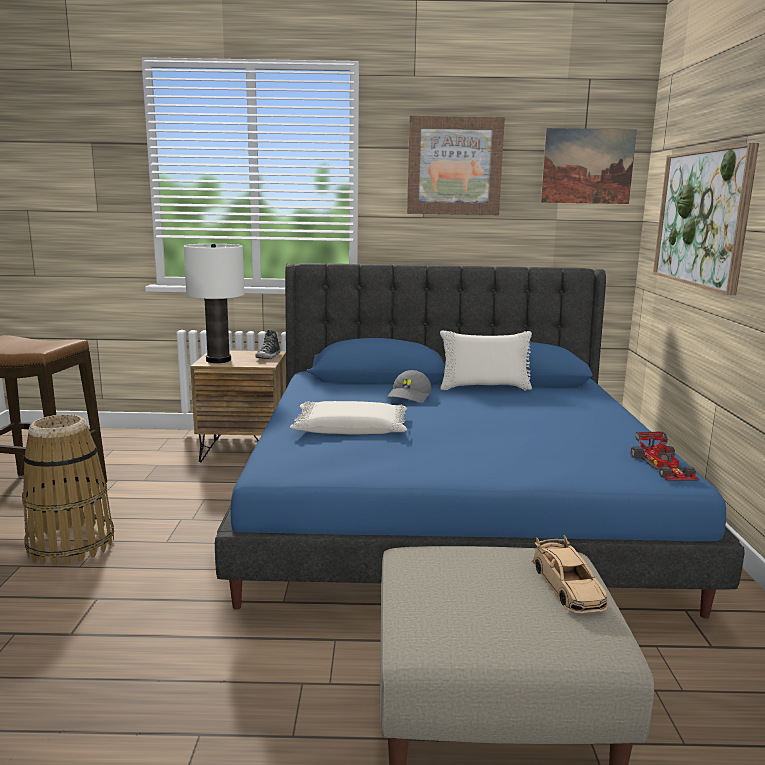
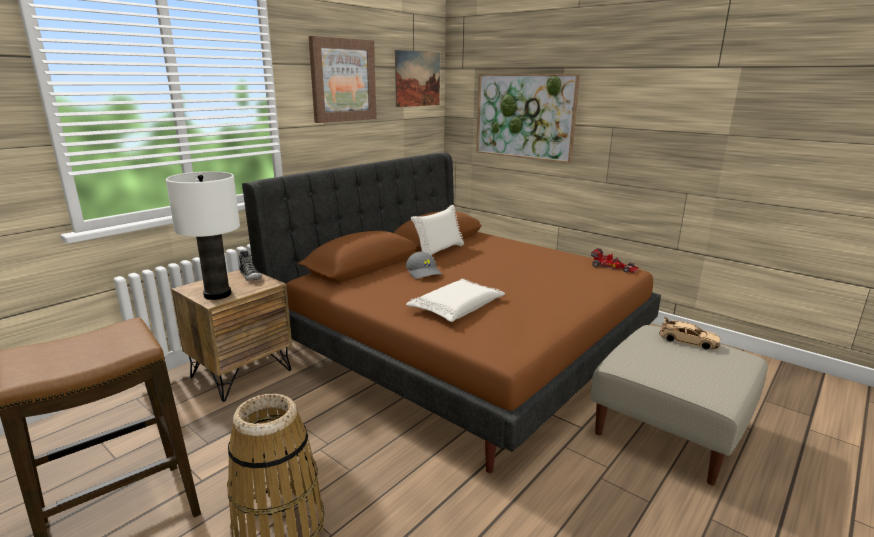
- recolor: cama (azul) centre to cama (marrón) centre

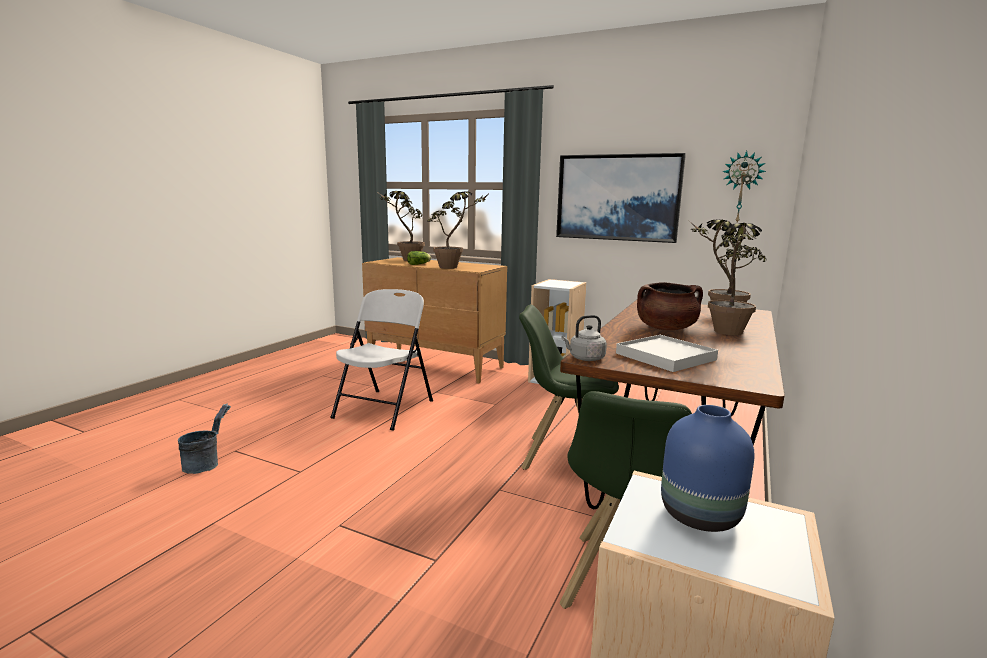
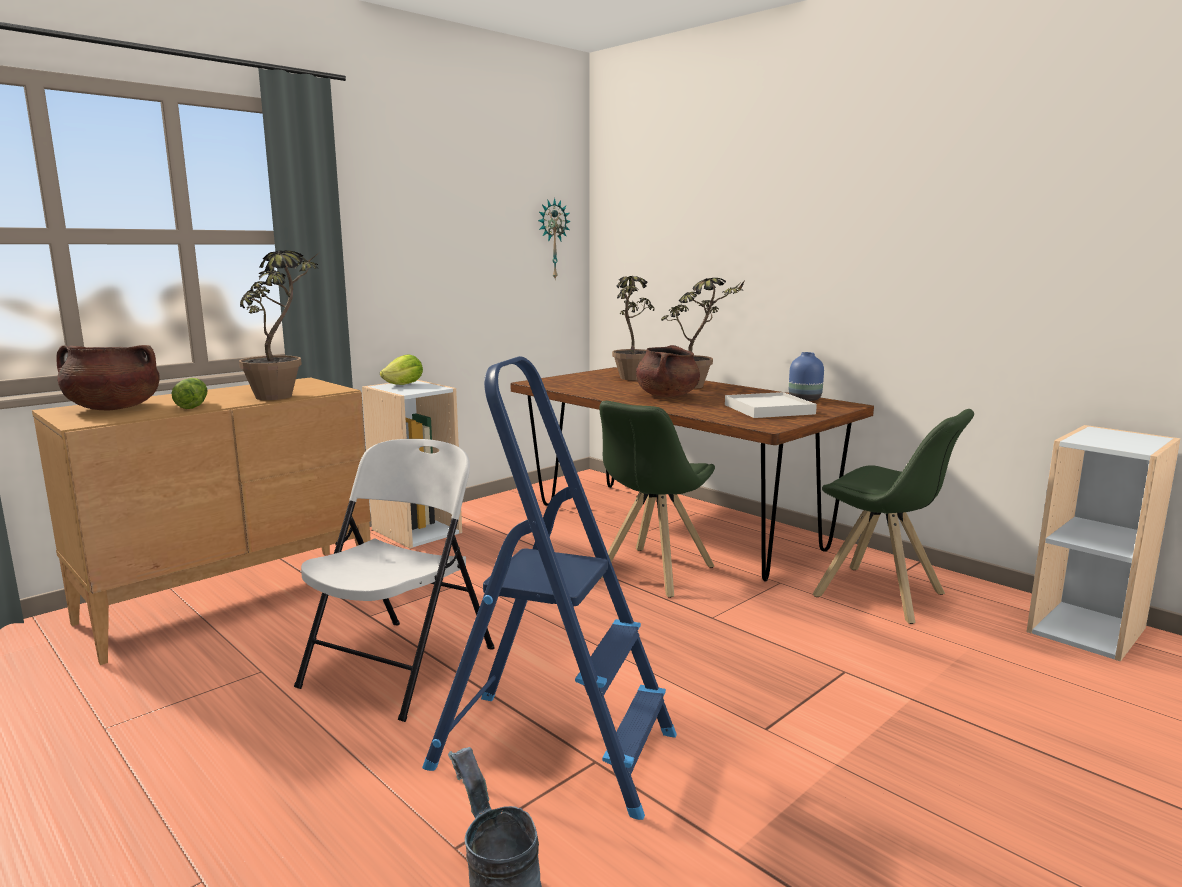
- rotate: silla (blanco) centre = centre 75 degrees clockwise
- replace: planta en maceta (1st from left) centre to olla (marrón) (1st from left) middle left
- delete: cuadro top centre
- delete: hervidor (gris) centre
- move: florero (azul) bottom right to middle right
- insert: lechuga (2nd from left) centre
- insert: escalera de tijera (azul) centre

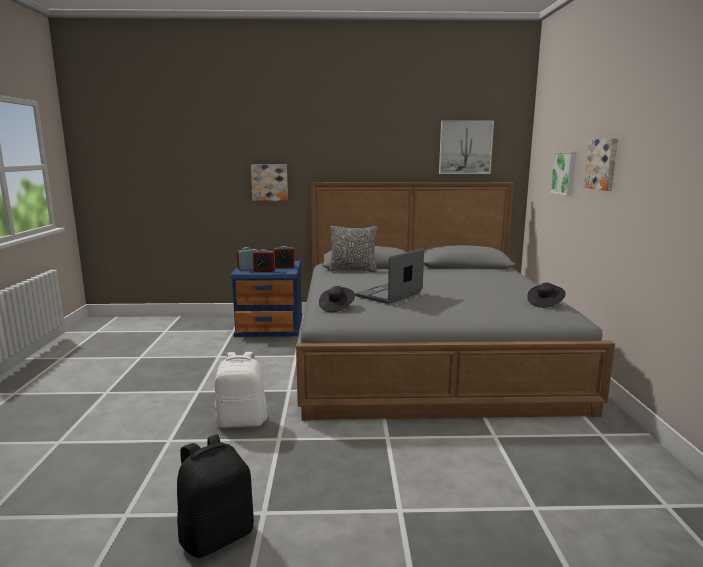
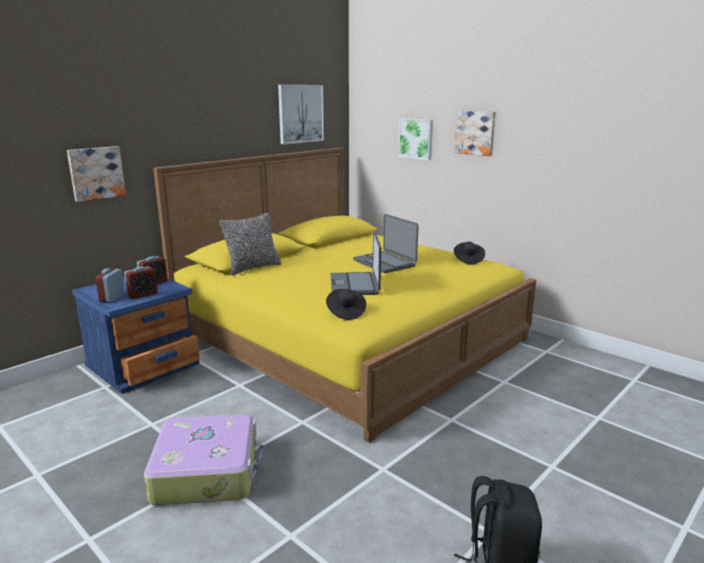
- delete: mochila (blanco) bottom centre
- recolor: cama (gris) centre to cama (amarillo) centre
- insert: maleta bottom left
- insert: portátil (2nd from left) centre

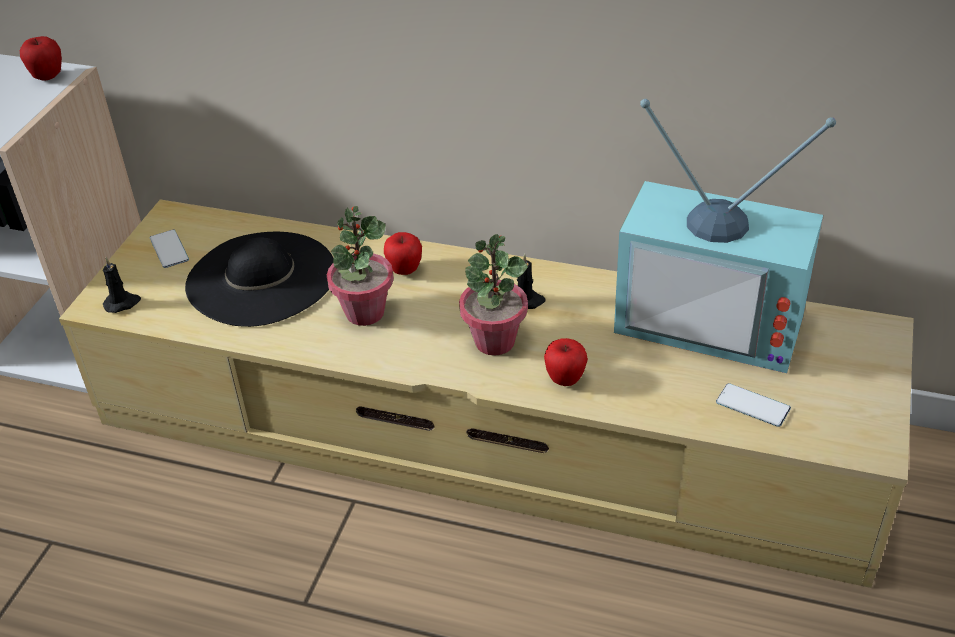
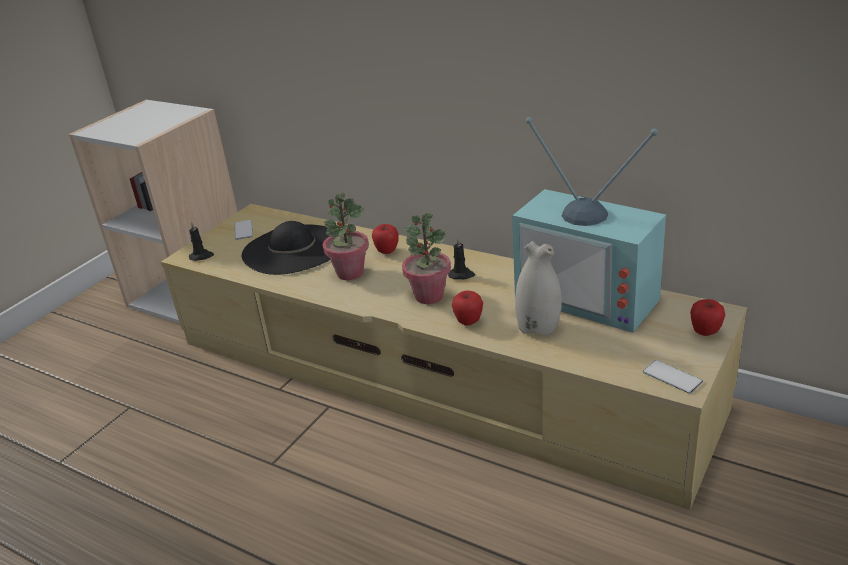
- move: manzana (1st from left in the first image) top left to manzana (3rd from left) middle right
- move: móvil (2nd from left) middle right to bottom right
- insert: florero (blanco) centre

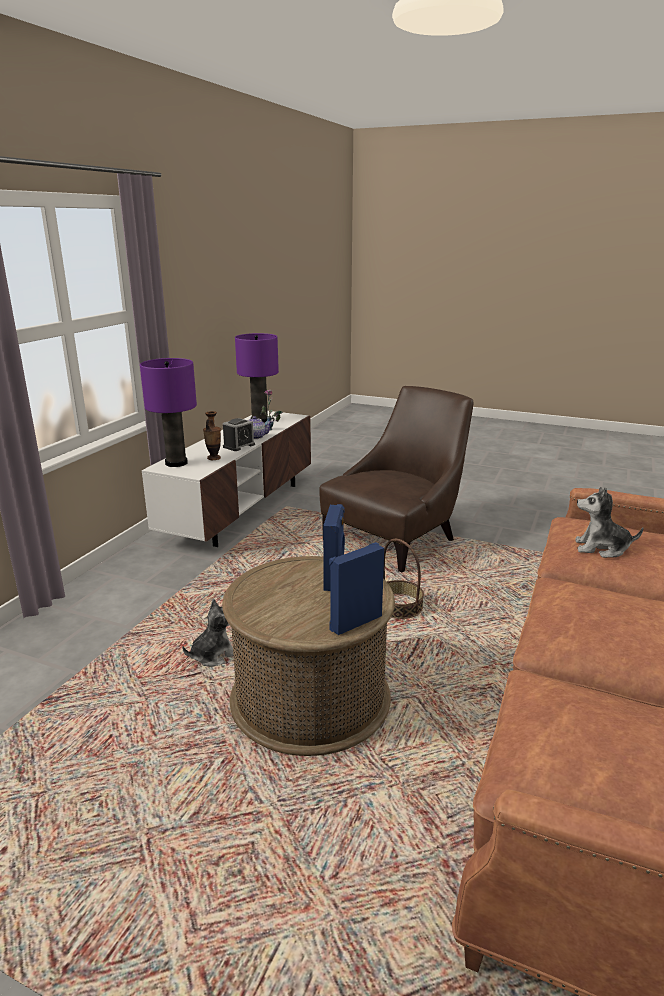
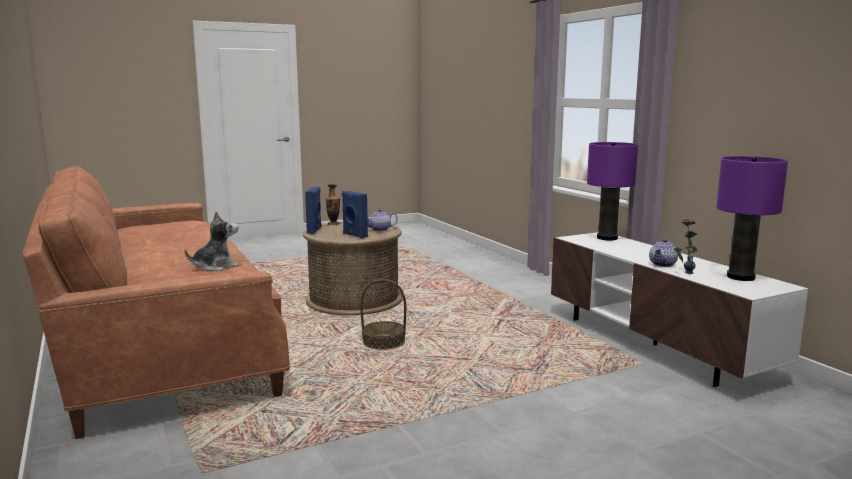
- delete: peluche (1st from left) middle left
- move: florero (1st from left) middle left to centre
- delete: despertador centre
- delete: sillón (marrón) centre
- insert: tetera (1st from left) centre

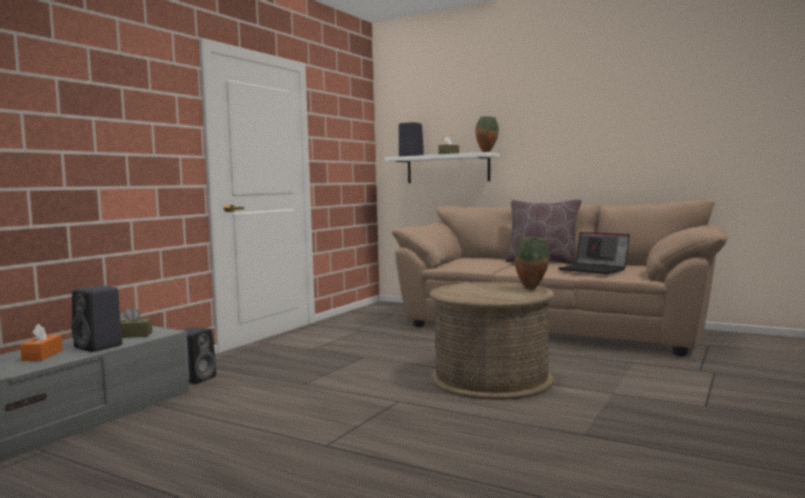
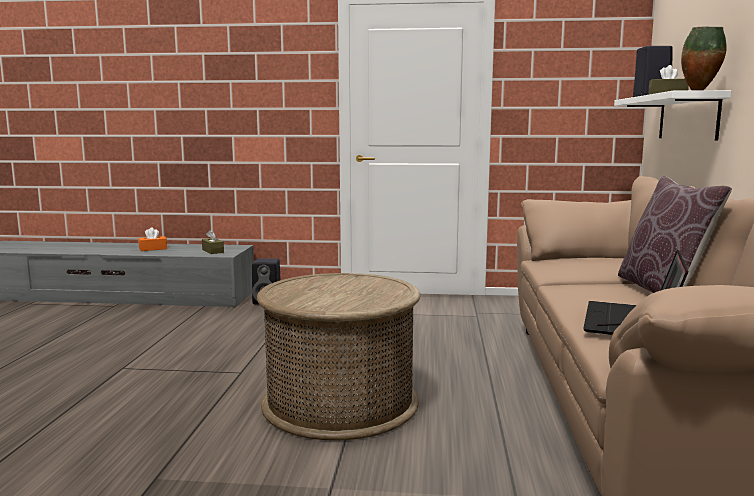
- delete: altavoz (negro) (1st from left) middle left
- delete: florero (2nd from left) centre

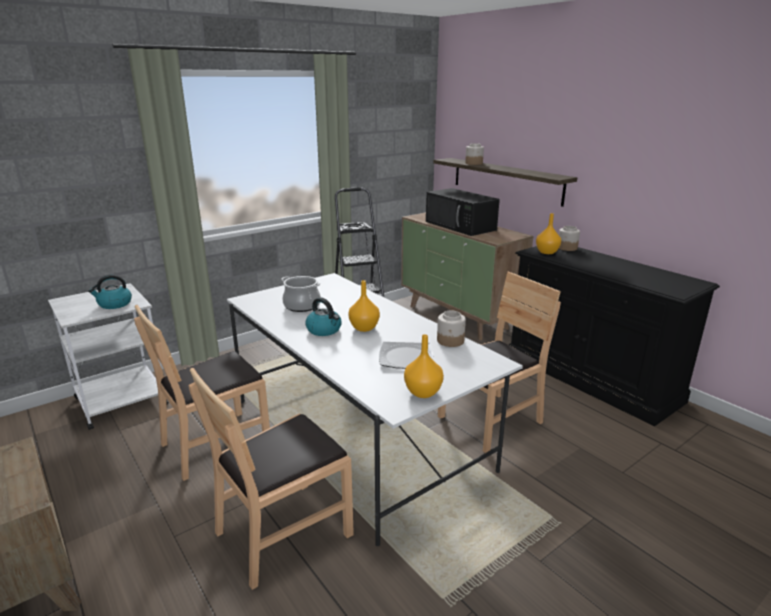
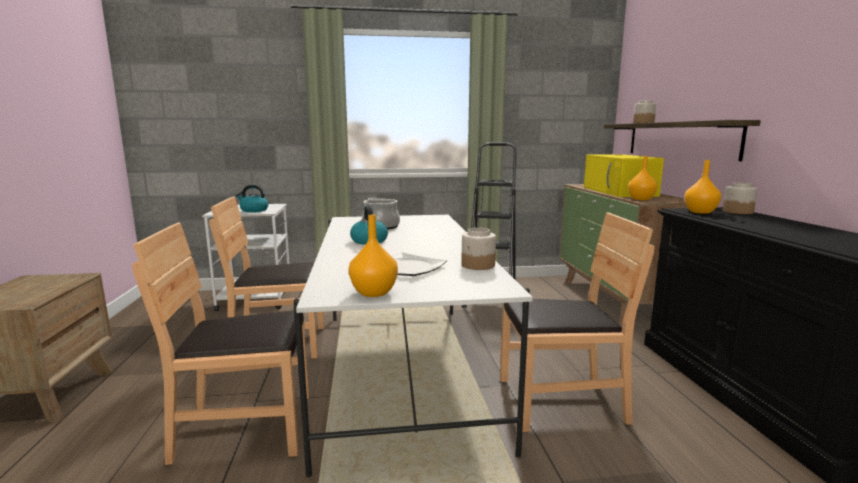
- move: florero (naranja) (1st from left in the first image) centre to florero (naranja) (2nd from left) middle right
- recolor: microondas (negro) centre to microondas (amarillo) middle right

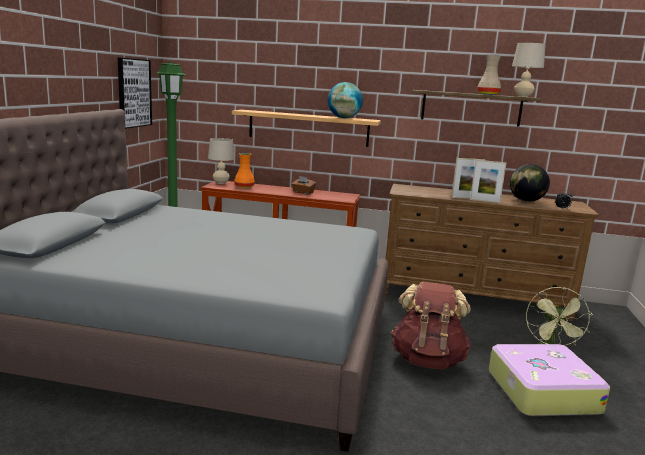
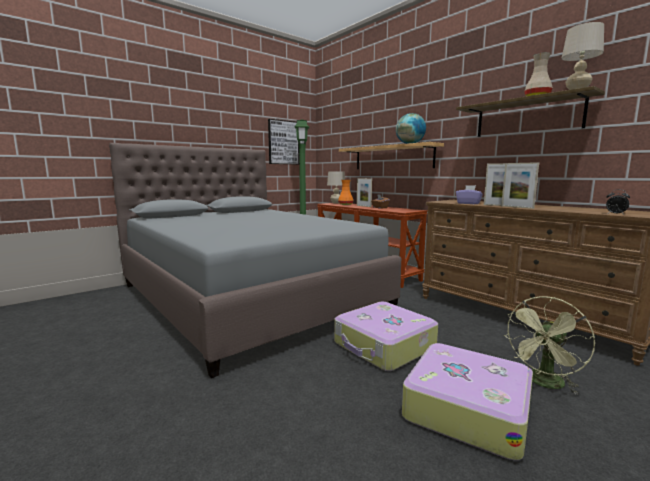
- replace: mochila (marrón) bottom right to maleta (1st from left) bottom centre
- delete: globo terráqueo (2nd from left) middle right
- insert: portarretratos (1st from left) centre
- insert: caja de pañuelos (morado) middle right

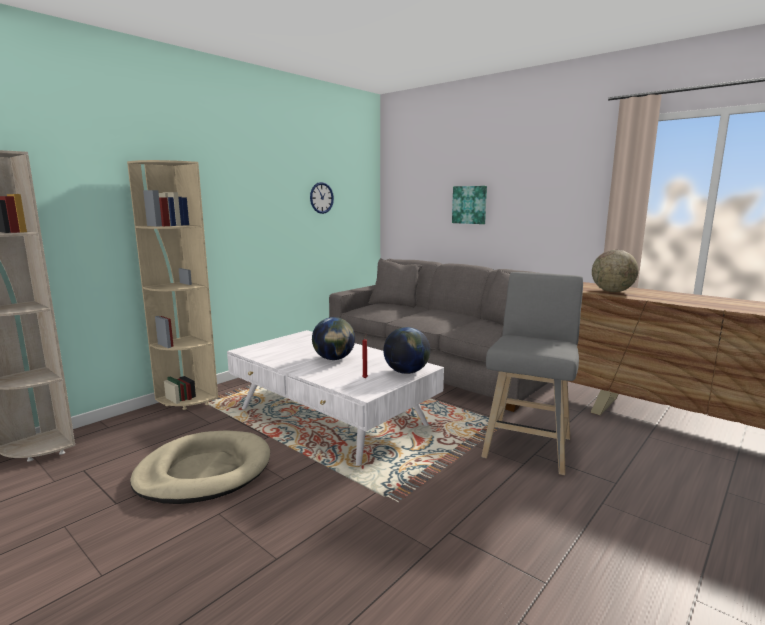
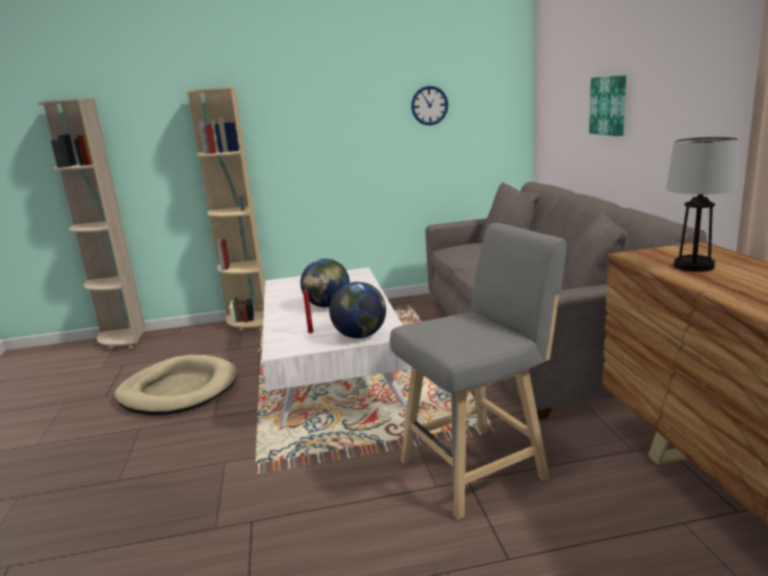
- replace: globo terráqueo (3rd from left) middle right to lámpara de mesa middle right

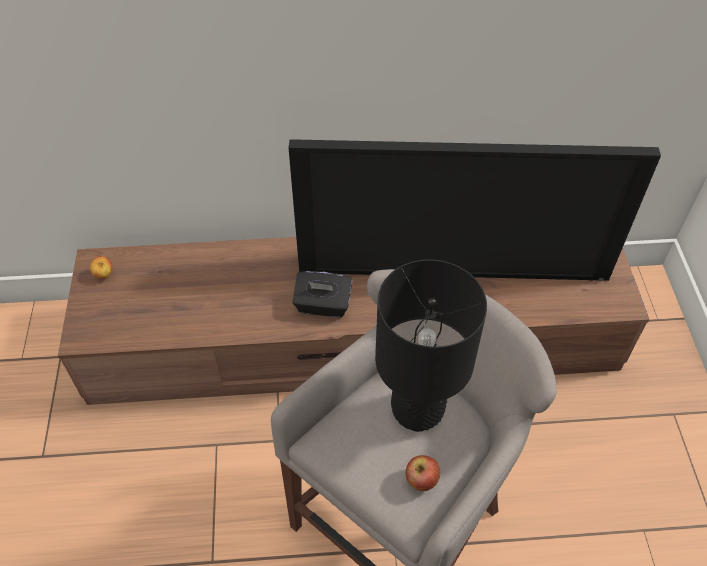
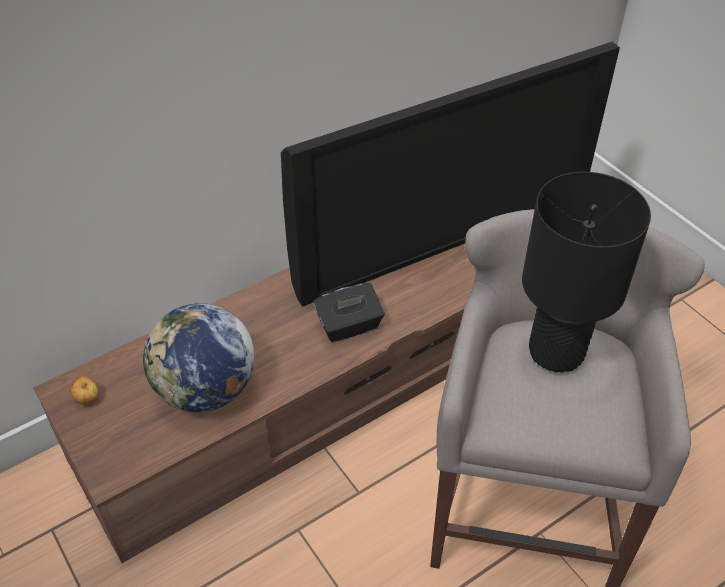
- delete: manzana (2nd from left) bottom centre
- insert: globo terráqueo middle left

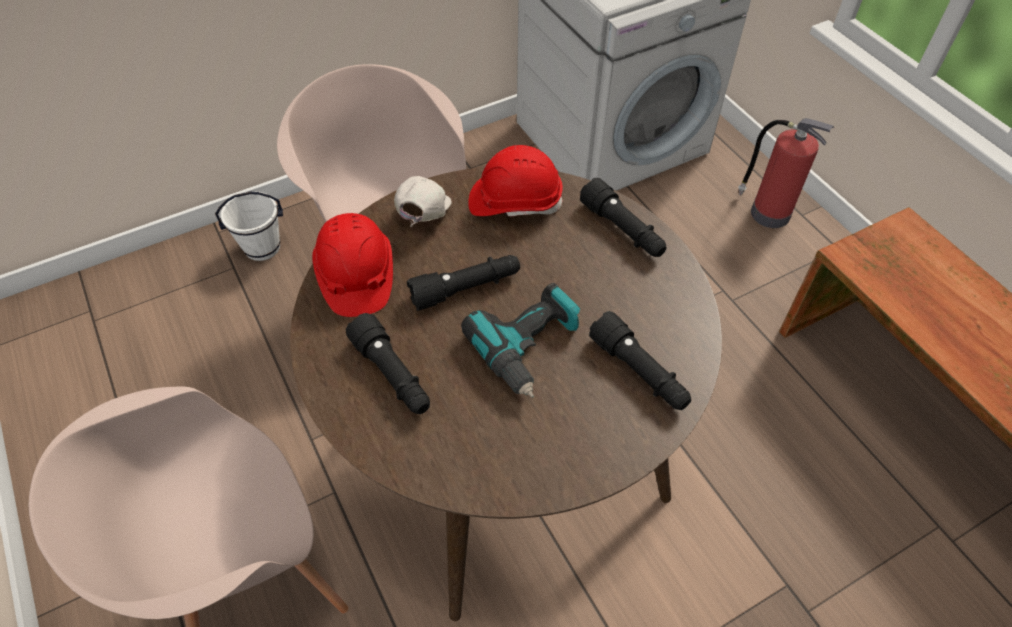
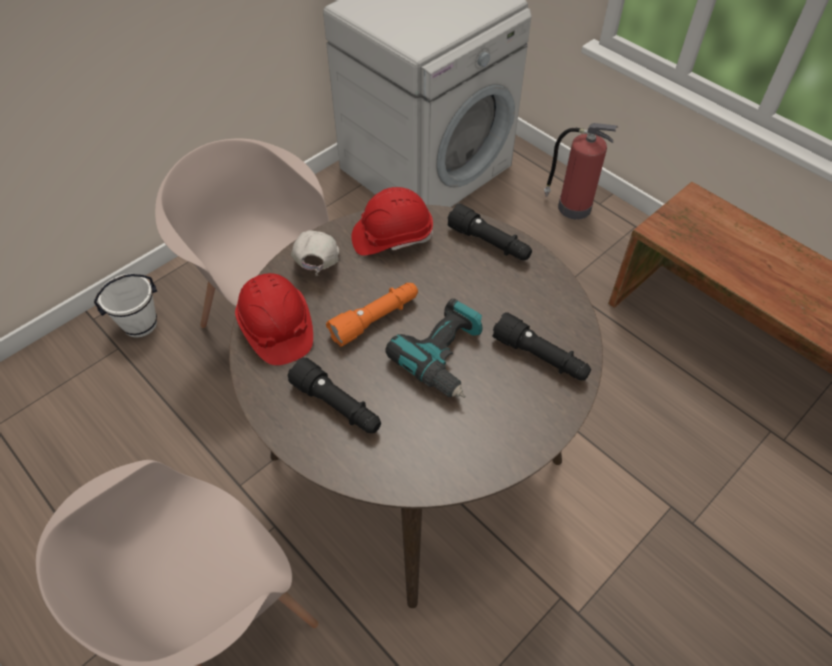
- recolor: linterna (negro) (2nd from left) centre to linterna (naranja) centre

